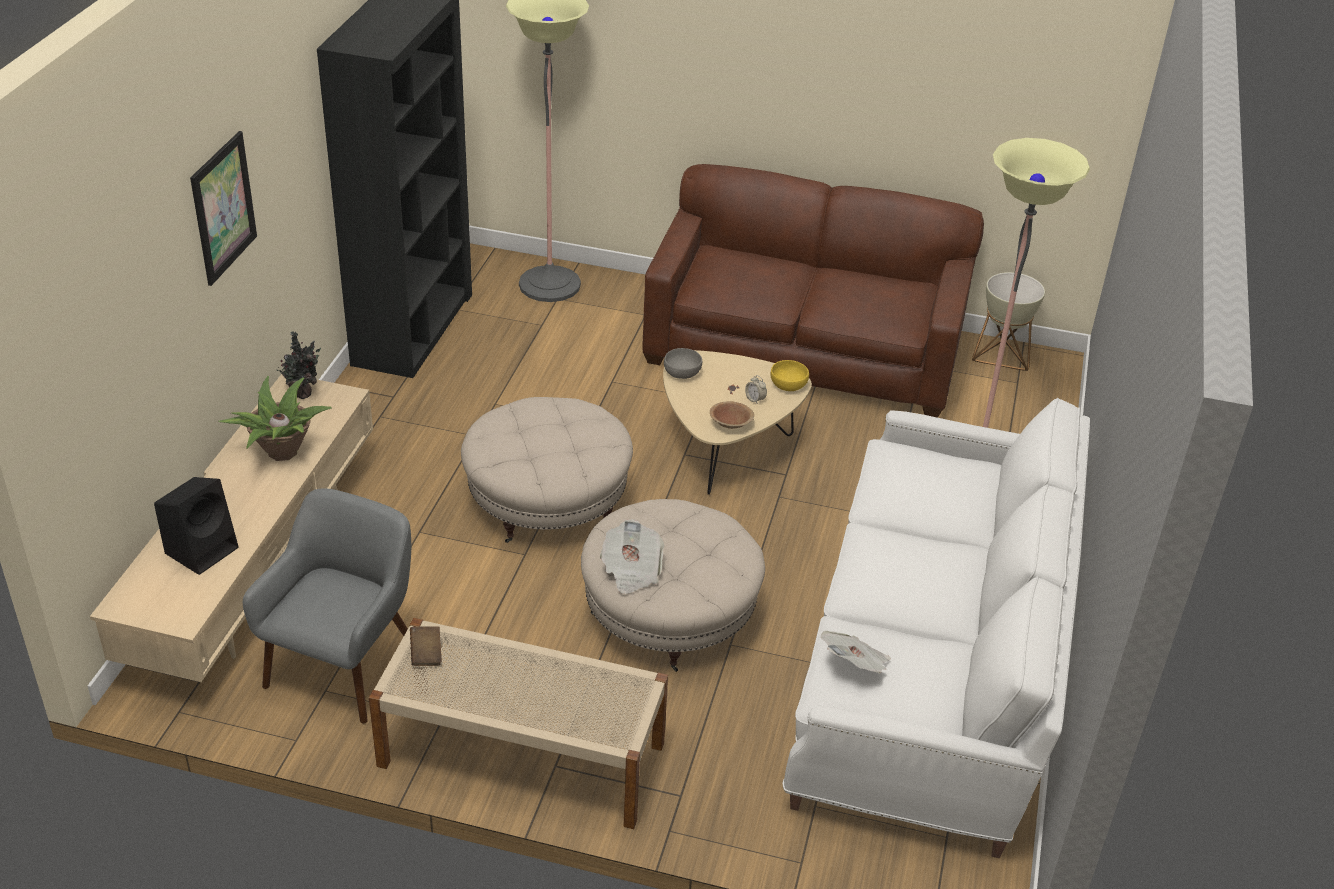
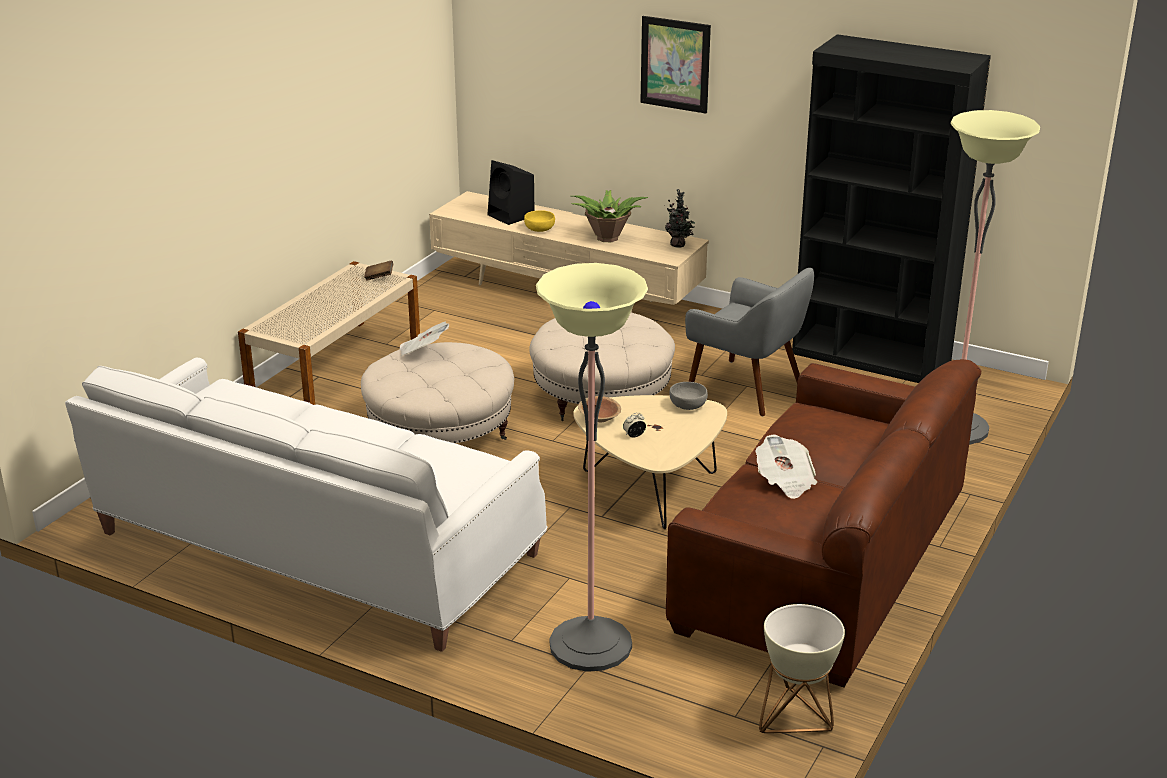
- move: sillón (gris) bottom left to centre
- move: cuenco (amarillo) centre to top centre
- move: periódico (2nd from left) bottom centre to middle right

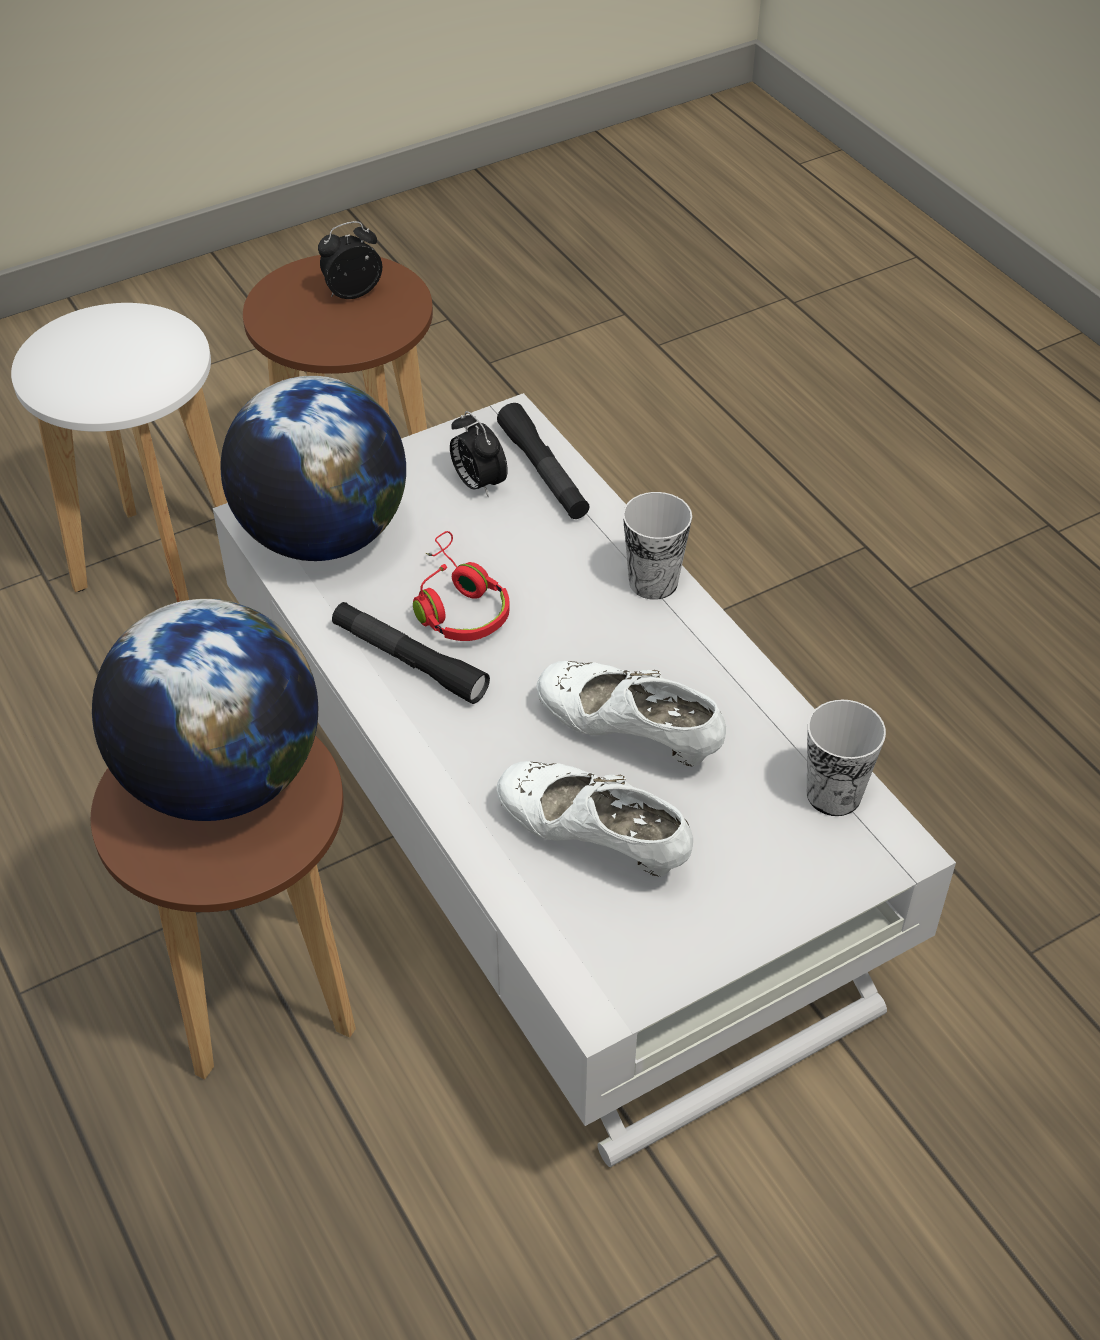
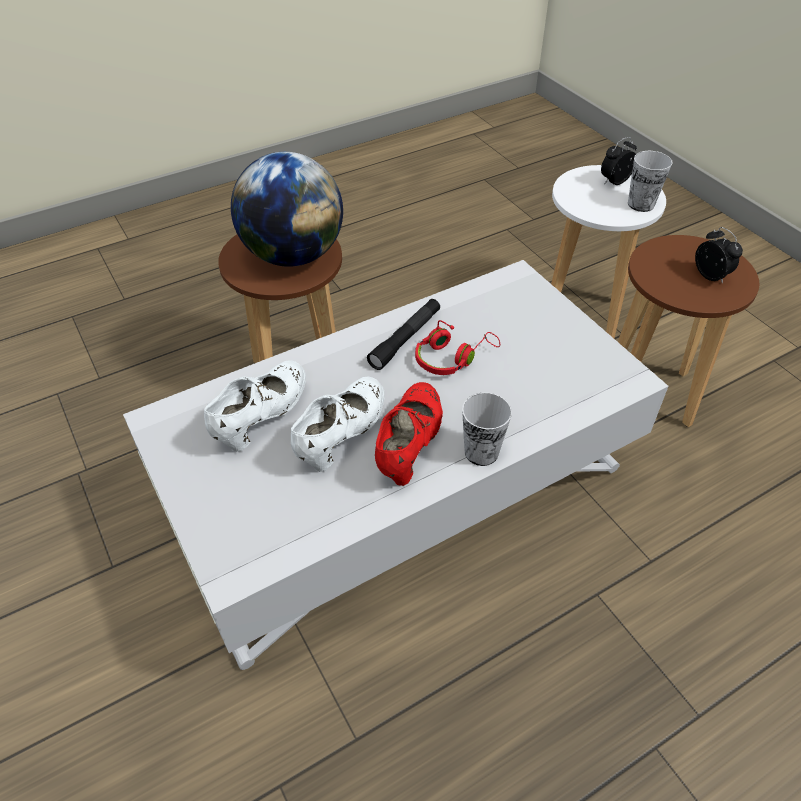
- delete: globo terráqueo (2nd from left) middle left
- move: despertador (2nd from left in the first image) centre to despertador (1st from left) top right
- delete: linterna (negro) (2nd from left) centre
- move: taza (2nd from left) middle right to top right
- insert: zapato (rojo) centre

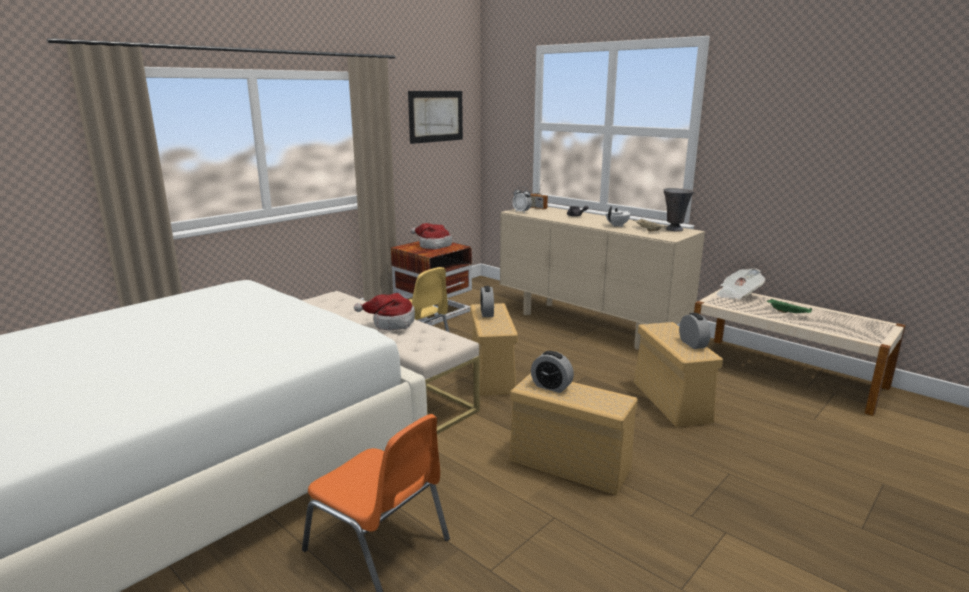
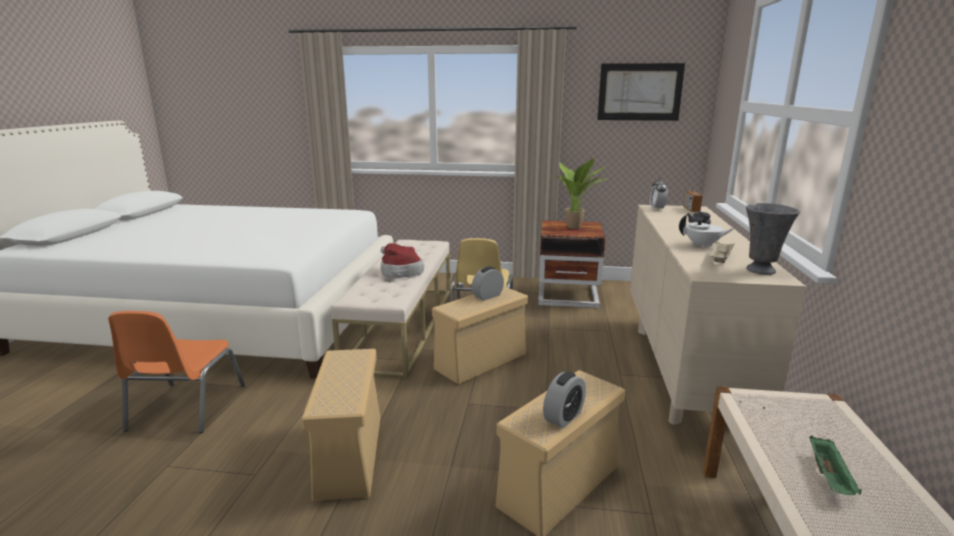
- replace: sombrero (2nd from left) centre to planta en maceta centre
- delete: despertador (3rd from left) centre
- delete: periódico middle right

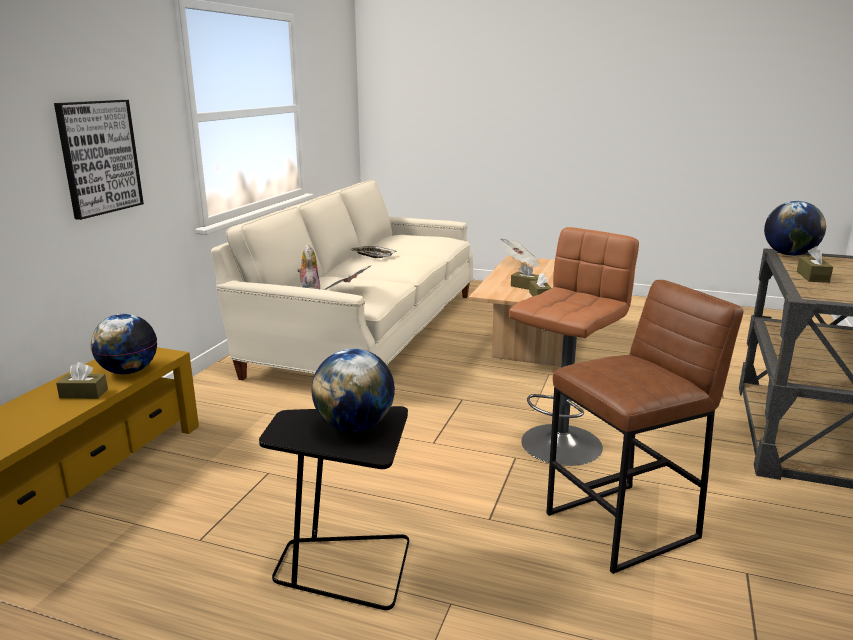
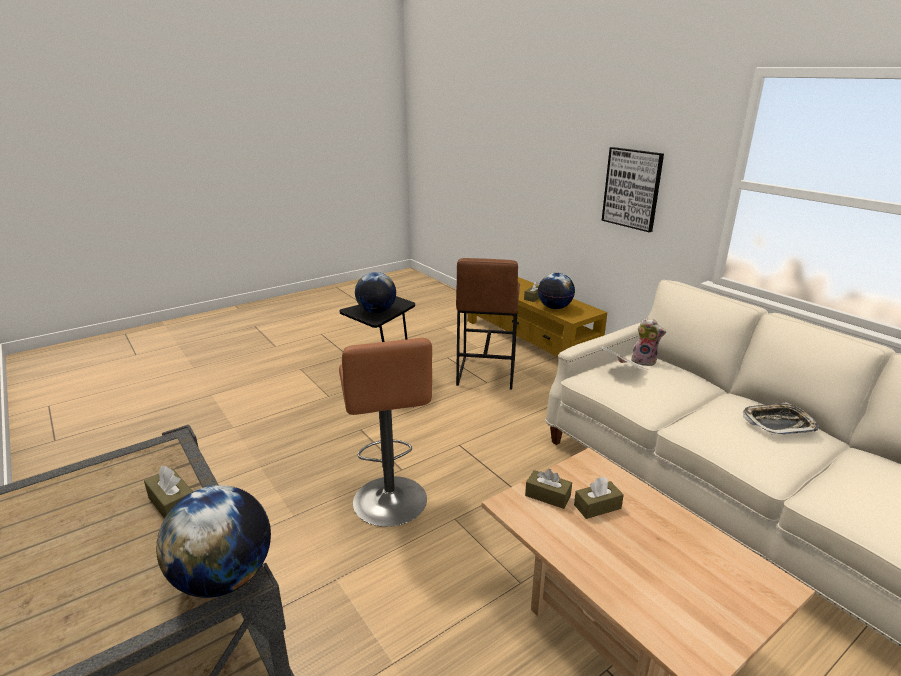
- delete: periódico (2nd from left) centre
- move: taburete (marrón) (2nd from left) bottom right to centre

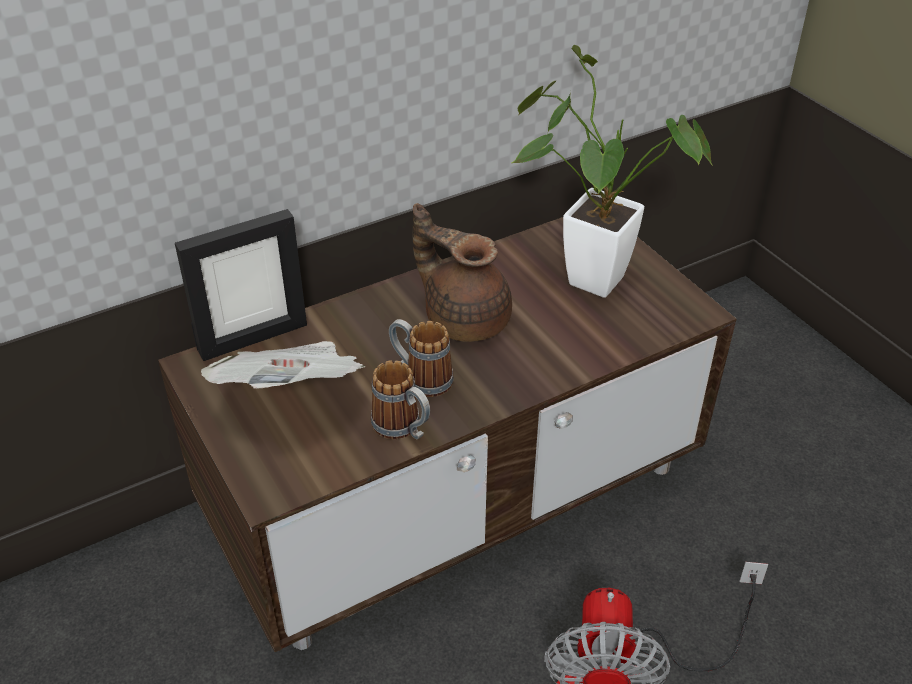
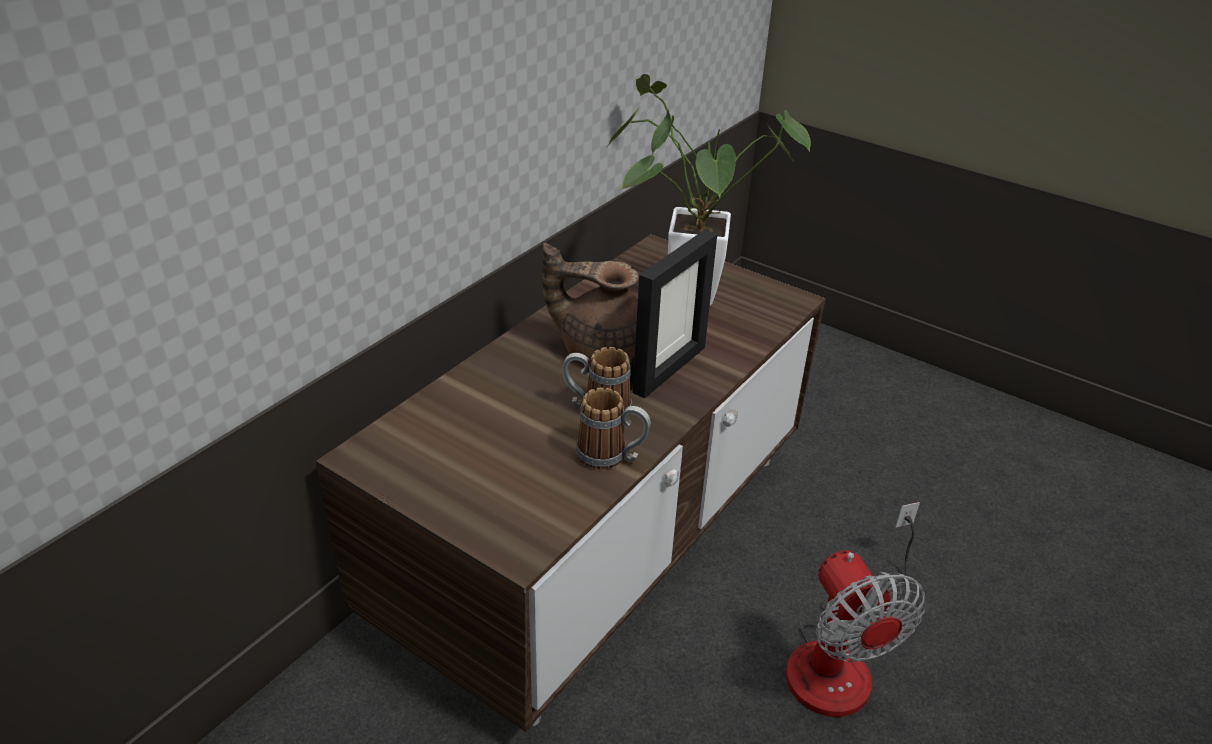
- move: portarretratos middle left to centre
- delete: periódico middle left

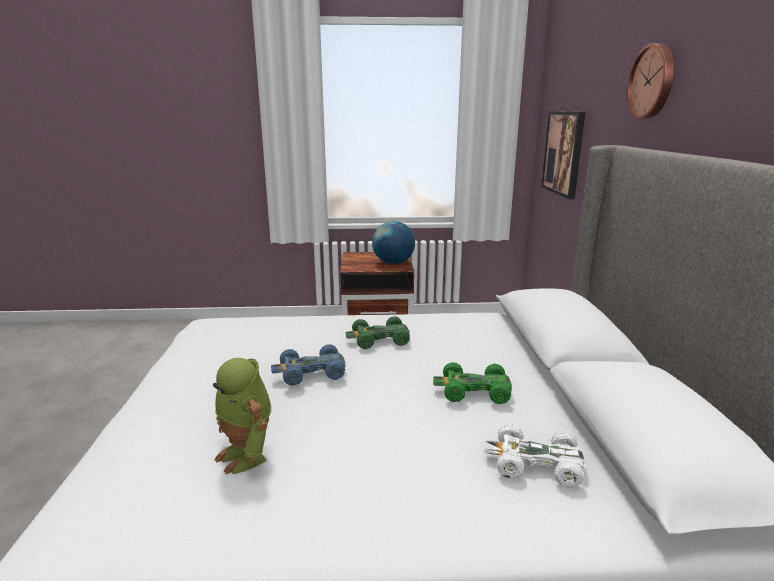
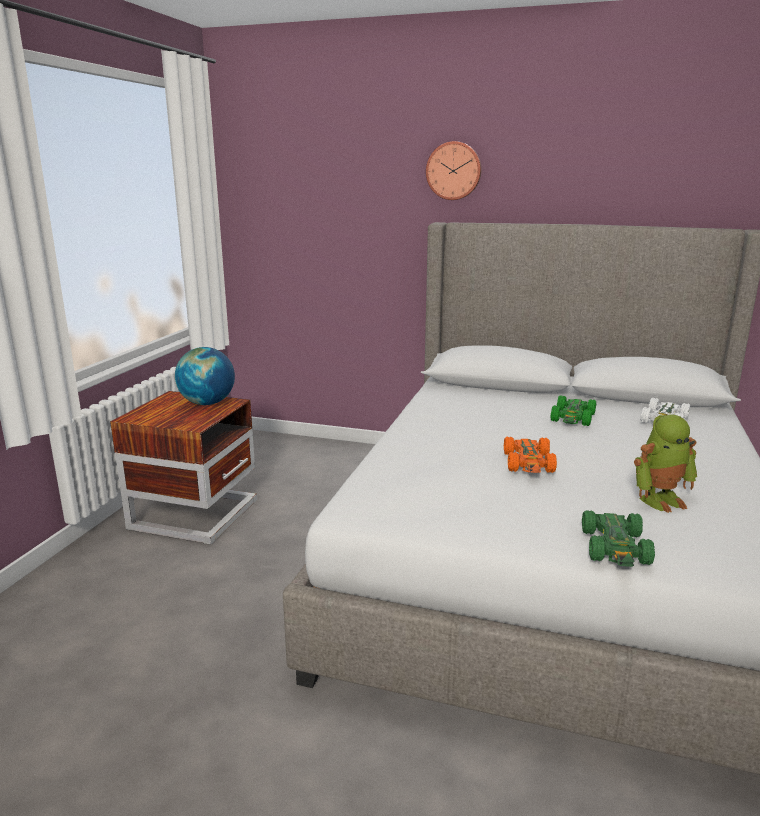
- recolor: coche de juguete (azul) centre to coche de juguete (naranja) middle right
- move: coche de juguete (verde) (1st from left in the first image) centre to coche de juguete (verde) (2nd from left) middle right
- delete: cuadro top right

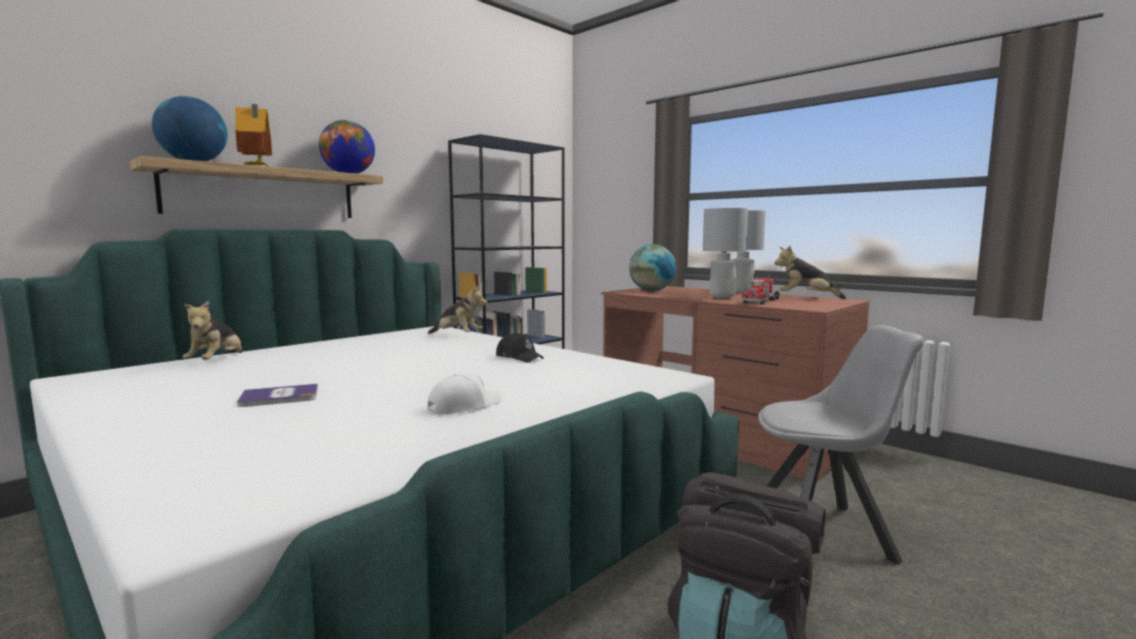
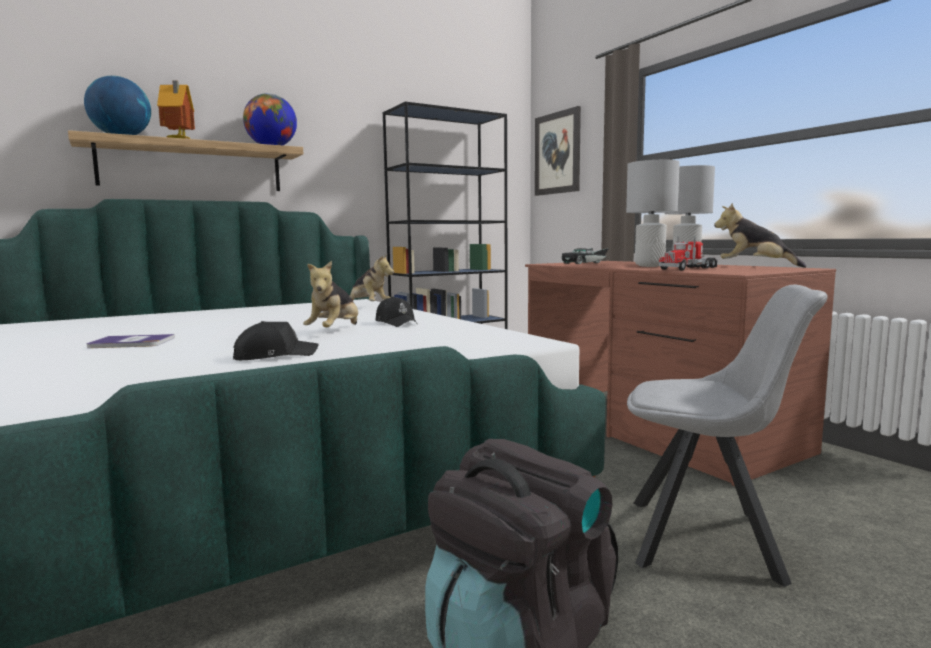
- move: peluche (1st from left) middle left to centre
- recolor: gorra (blanco) centre to gorra (negro) (1st from left) middle left
- replace: globo terráqueo (3rd from left) centre to coche de juguete (negro) centre
- insert: cuadro top centre

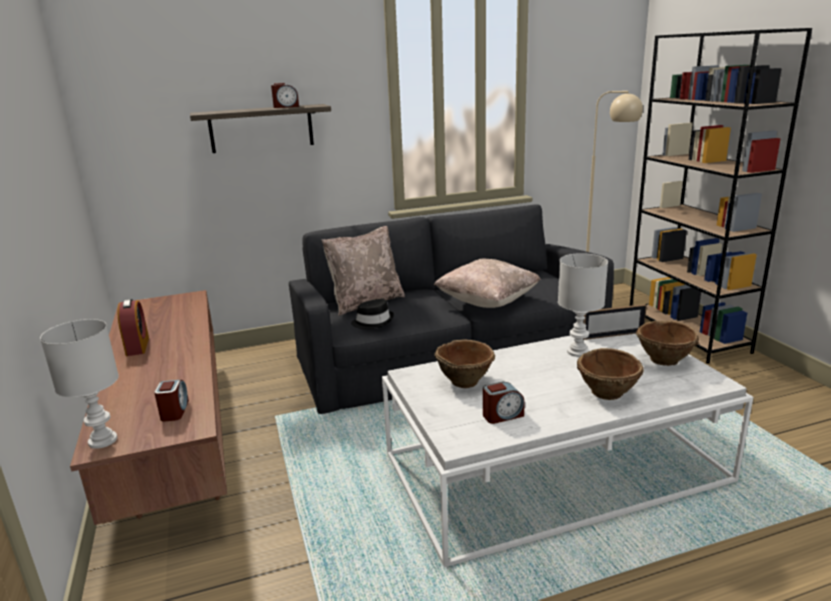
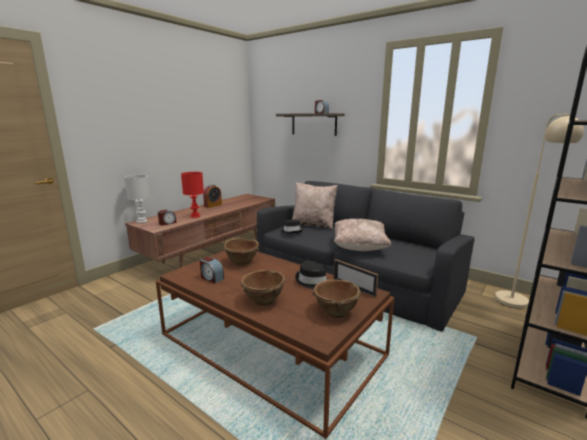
- recolor: mesa de centro (blanco) bottom right to mesa de centro (marrón) bottom centre
- replace: lámpara de mesa (blanco) (2nd from left) middle right to sombrero (negro) (2nd from left) centre
- insert: lámpara de mesa (rojo) middle left

